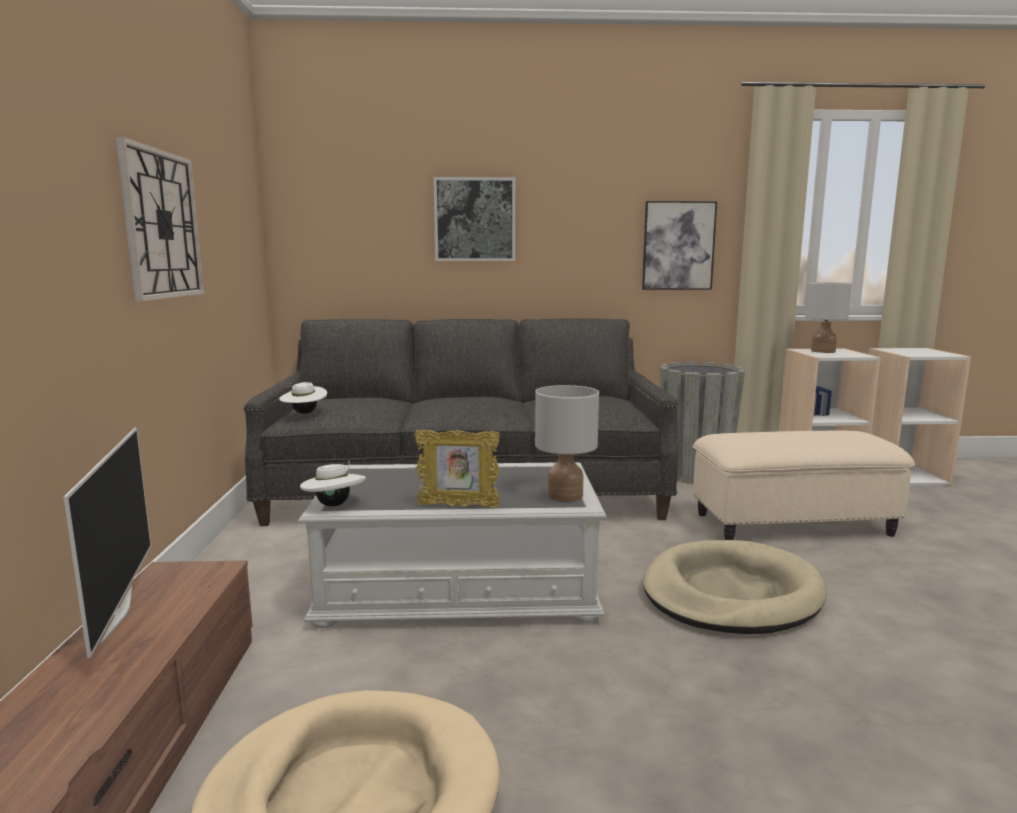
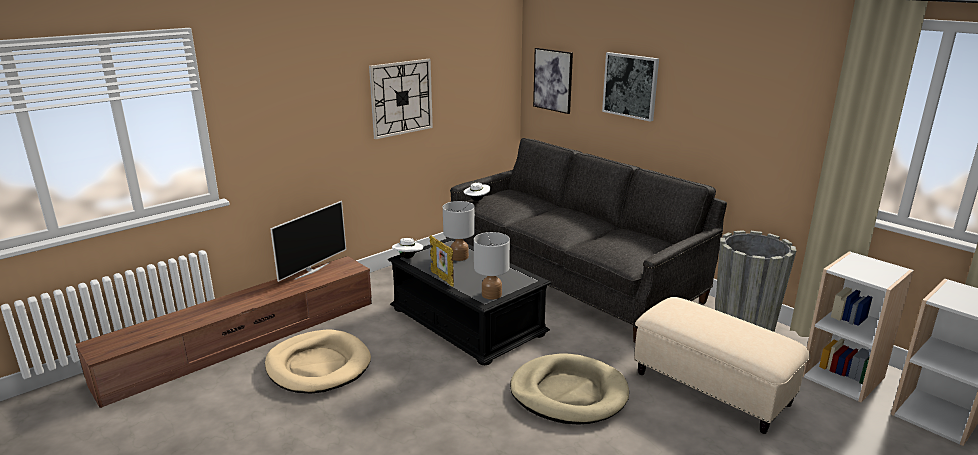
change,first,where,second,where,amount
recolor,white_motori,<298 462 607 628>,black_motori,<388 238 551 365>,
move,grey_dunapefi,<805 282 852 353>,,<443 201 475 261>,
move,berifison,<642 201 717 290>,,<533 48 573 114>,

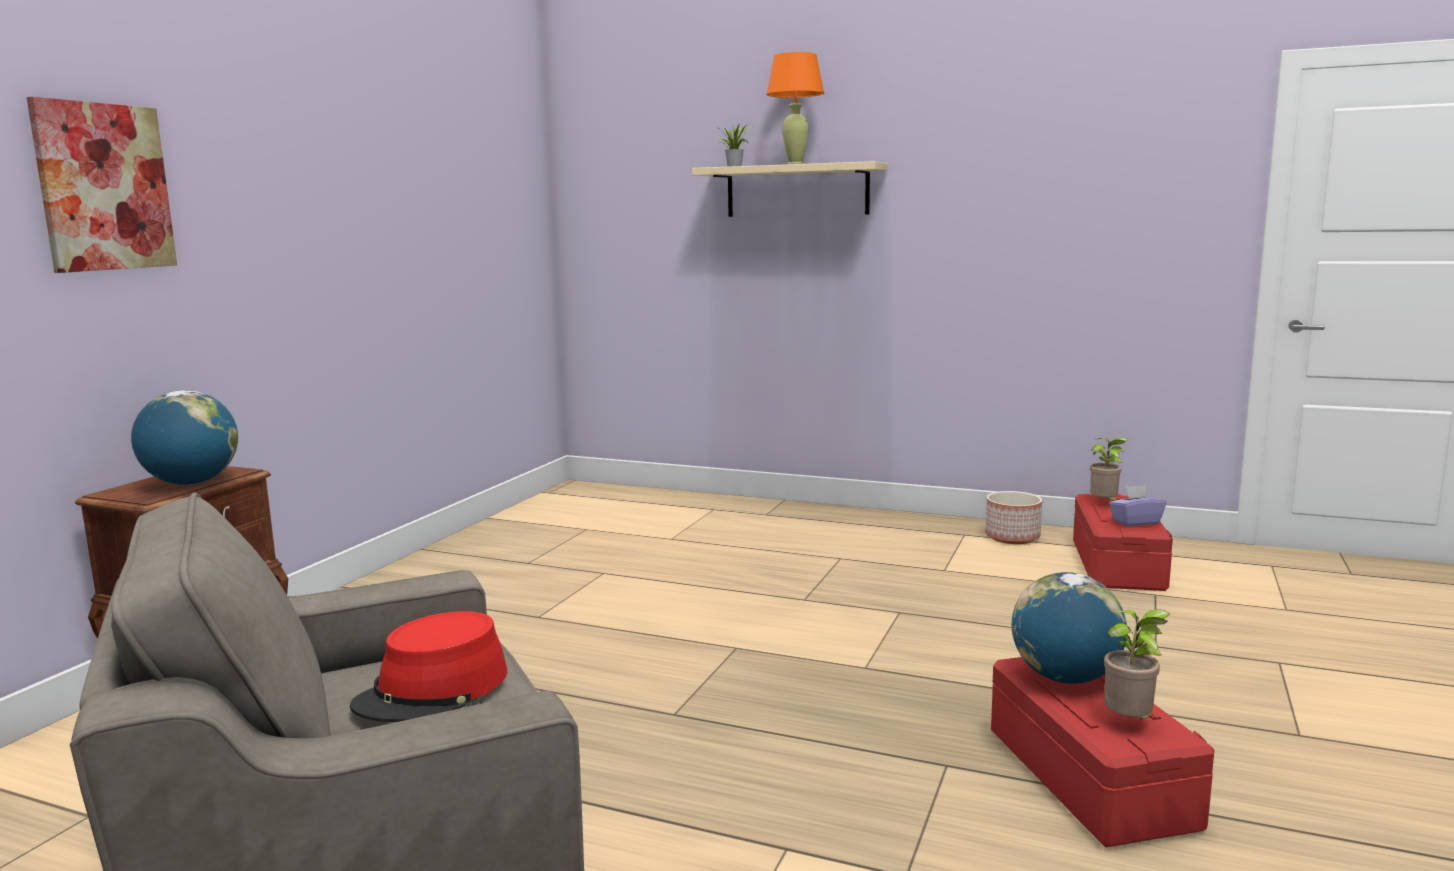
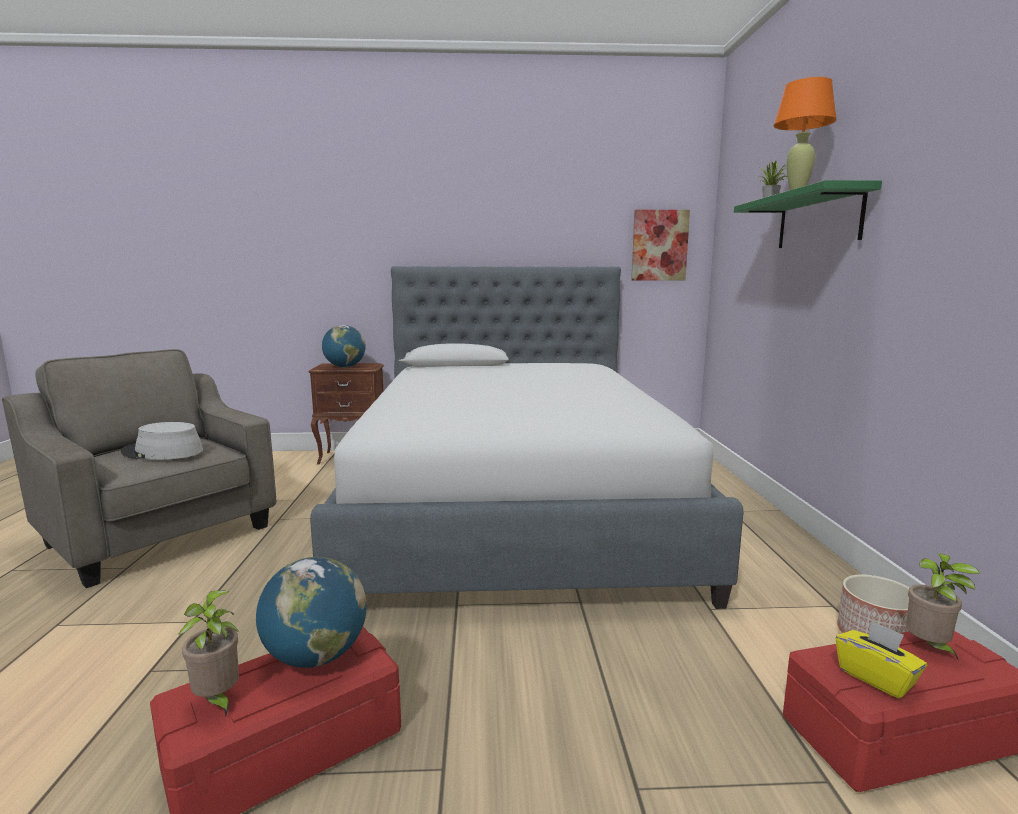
change,first,where,second,where,amount
recolor,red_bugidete,<350 611 507 722>,grey_bugidete,<121 422 203 459>,
insert,,,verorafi,<310 266 743 609>,
move,berifison,<27 97 177 273>,,<631 210 690 280>,
recolor,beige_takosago,<692 161 888 217>,green_takosago,<734 180 882 248>,
recolor,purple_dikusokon,<1109 485 1166 526>,yellow_dikusokon,<835 620 927 699>,

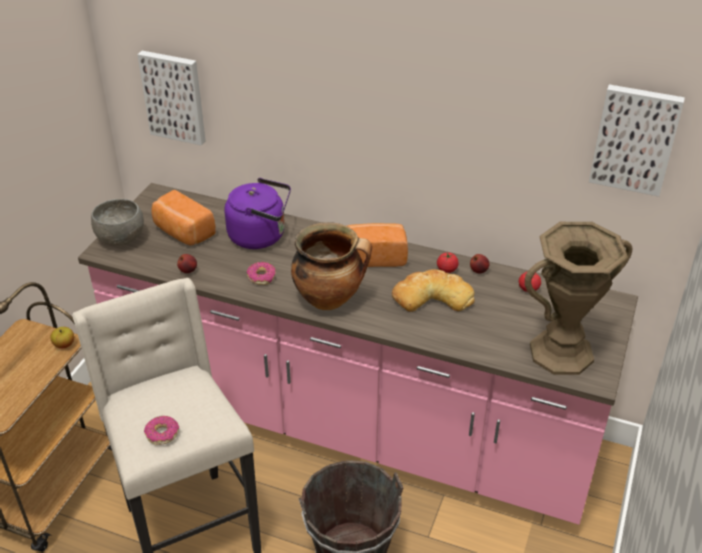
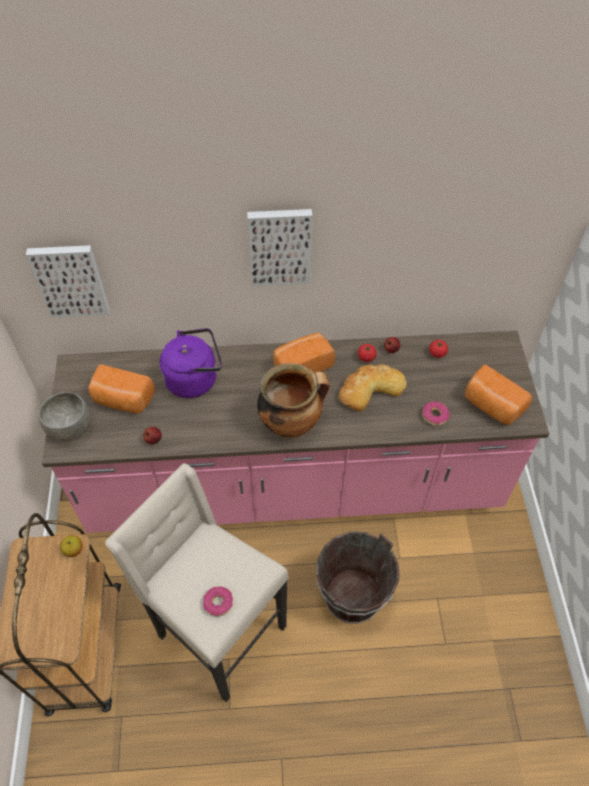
change,first,where,second,where,amount
move,berifison,<589 84 685 197>,,<247 209 312 286>,
move,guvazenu,<247 262 276 285>,,<423 402 450 425>,
replace,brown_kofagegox,<525 222 632 375>,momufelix,<465 365 532 425>,

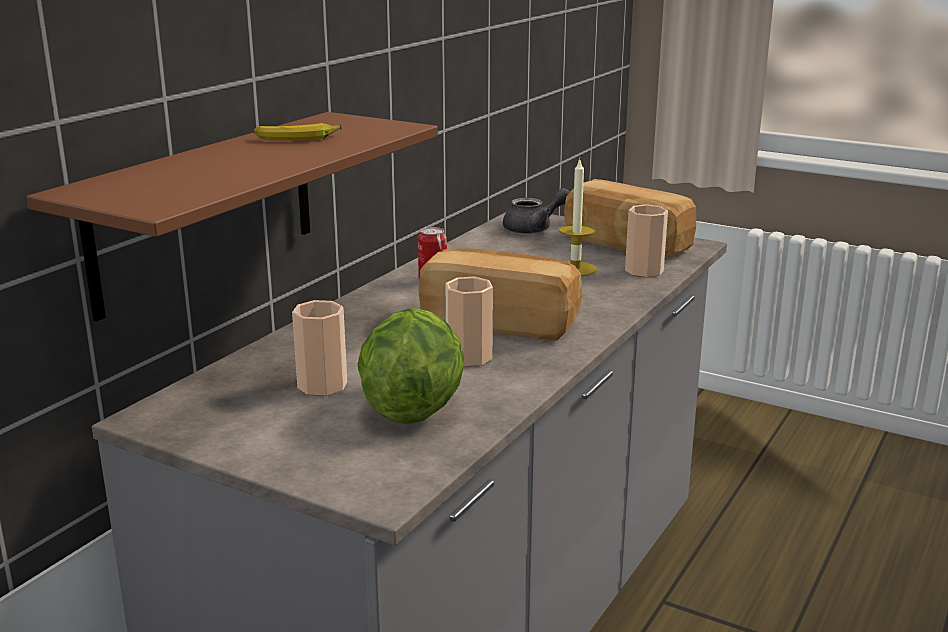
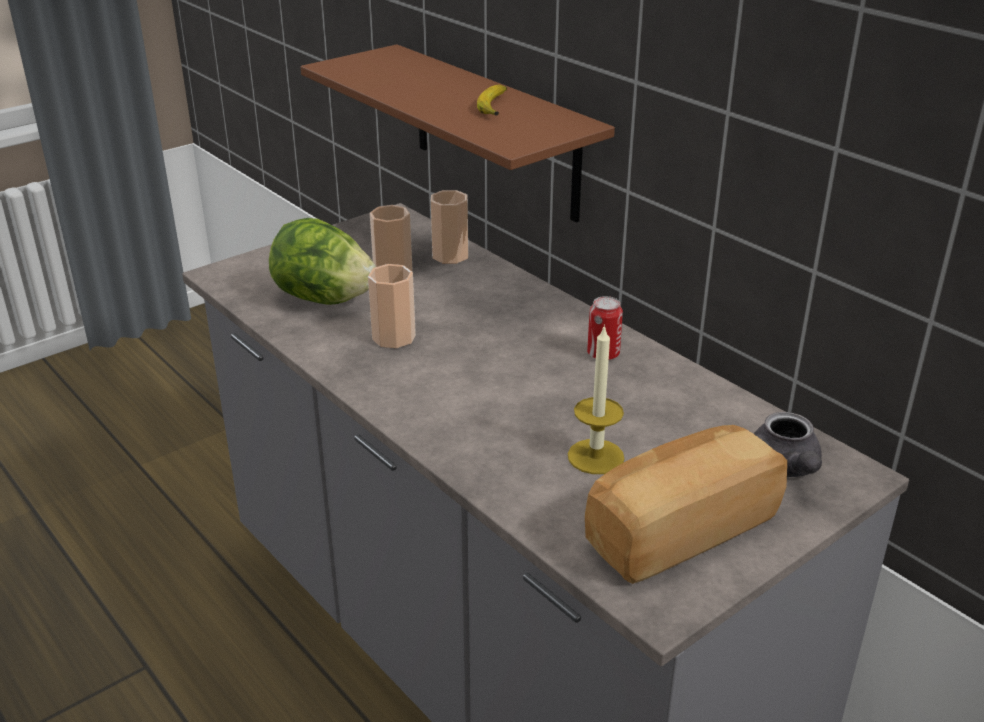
change,first,where,second,where,amount
move,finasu,<625 204 668 277>,,<431 190 468 264>,
delete,momufelix,<418 248 582 340>,,,

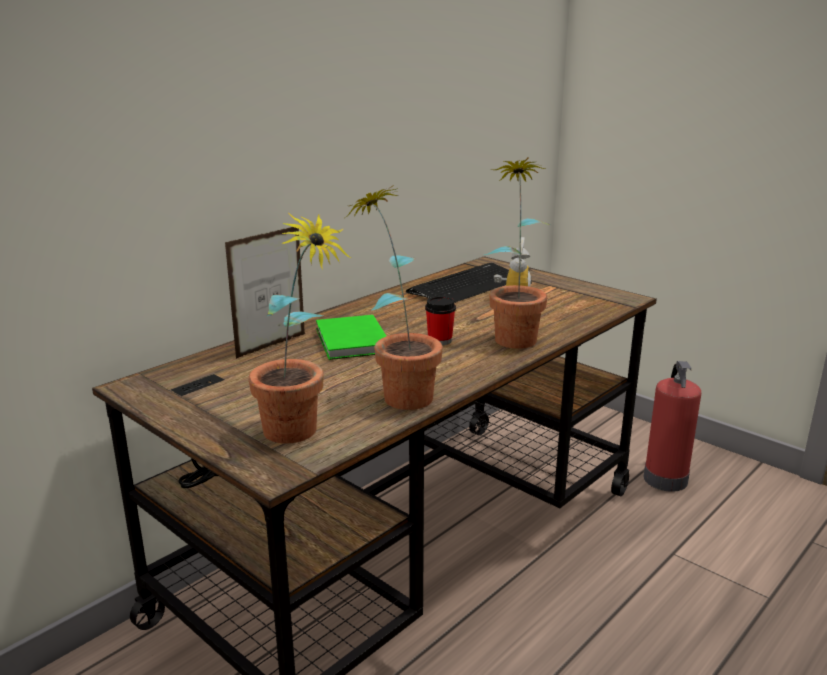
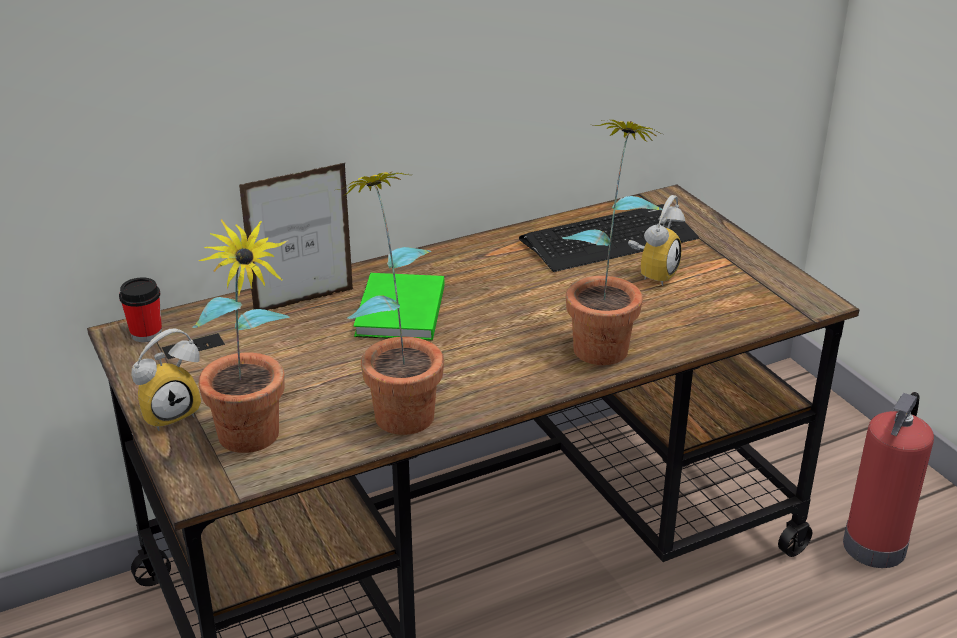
change,first,where,second,where,amount
move,finasu,<425 296 456 345>,,<119 277 162 342>,
insert,,,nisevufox,<131 328 201 431>,

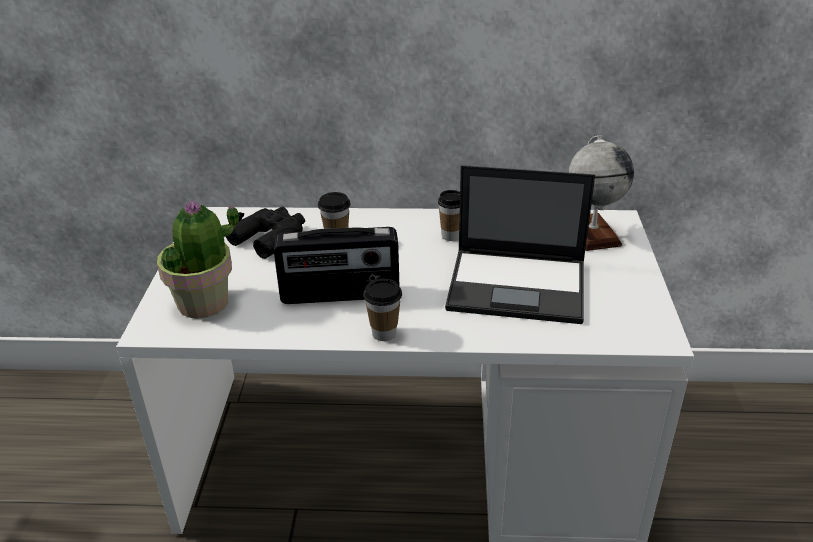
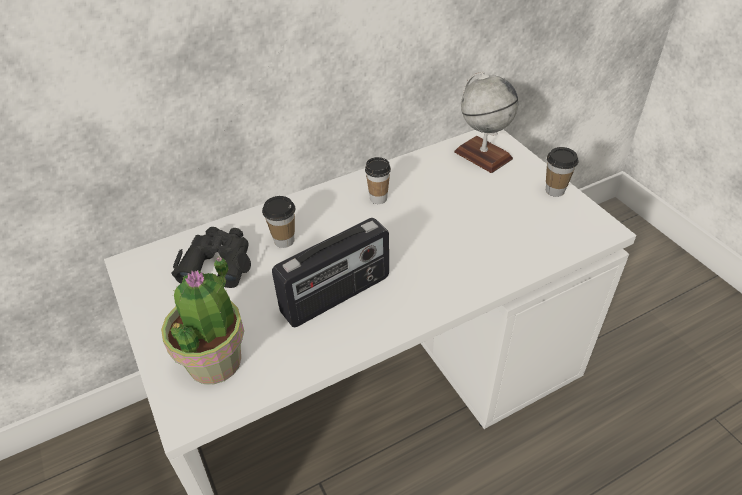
change,first,where,second,where,amount
move,finasu,<363 278 402 341>,,<546 147 578 197>,
delete,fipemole,<445 165 595 324>,,,

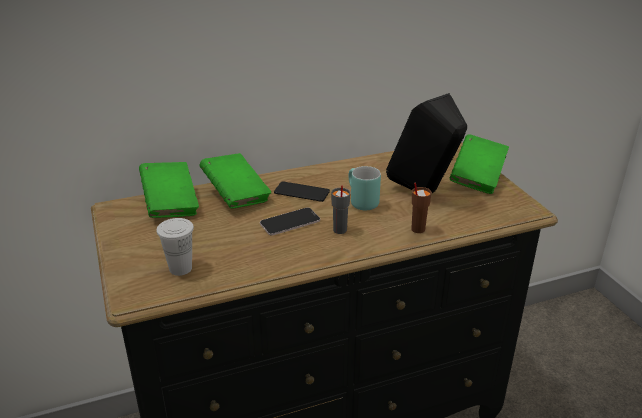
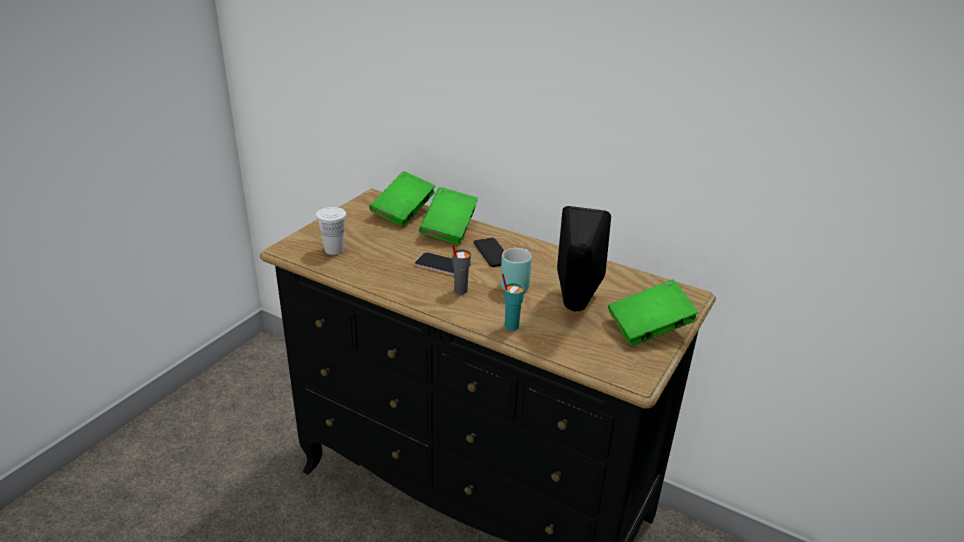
change,first,where,second,where,amount
recolor,brown_finasu,<411 183 432 233>,turquoise_finasu,<502 273 525 331>,

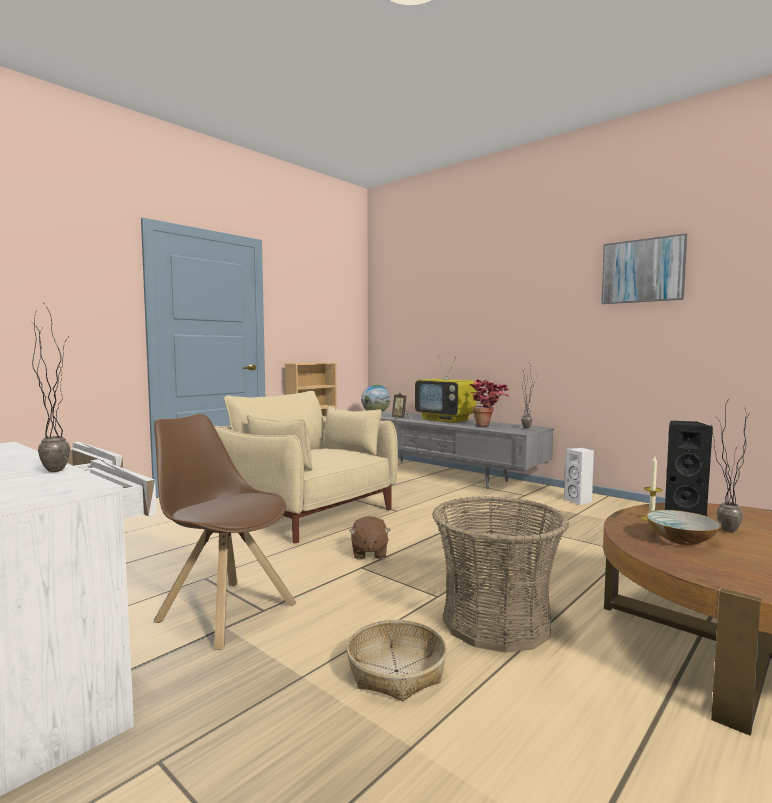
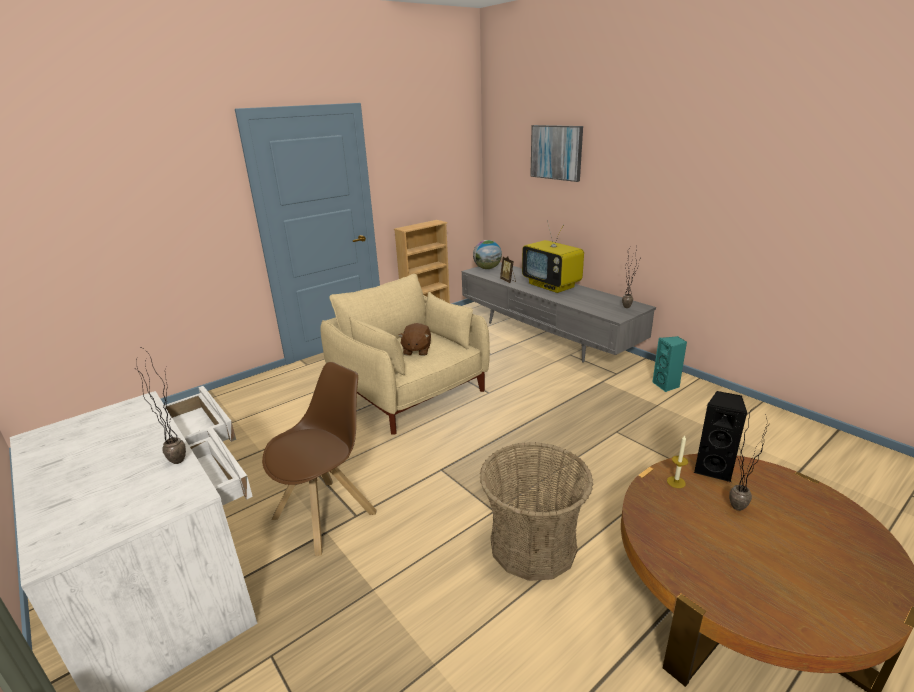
change,first,where,second,where,amount
rotate,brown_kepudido,<153 414 296 650>,,<262 362 377 556>,90 degrees clockwise
move,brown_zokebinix,<349 516 390 560>,,<398 323 431 356>,
move,berifison,<601 233 687 304>,,<530 125 583 182>,
recolor,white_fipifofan,<564 448 594 505>,turquoise_fipifofan,<652 336 687 392>,
delete,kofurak,<346 620 447 701>,,,
delete,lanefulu,<470 379 509 426>,,,
delete,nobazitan,<646 510 721 545>,,,

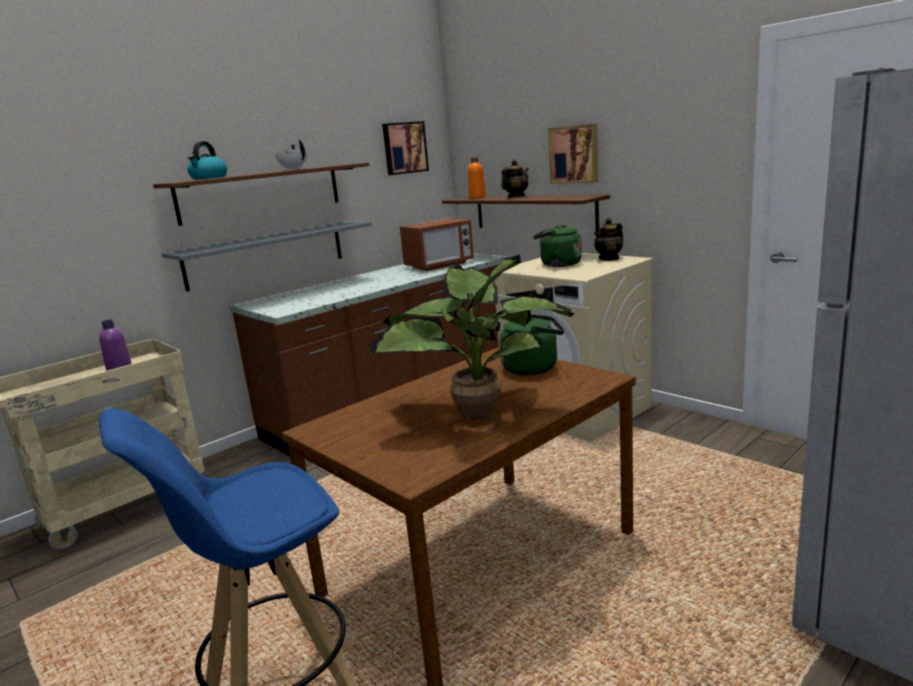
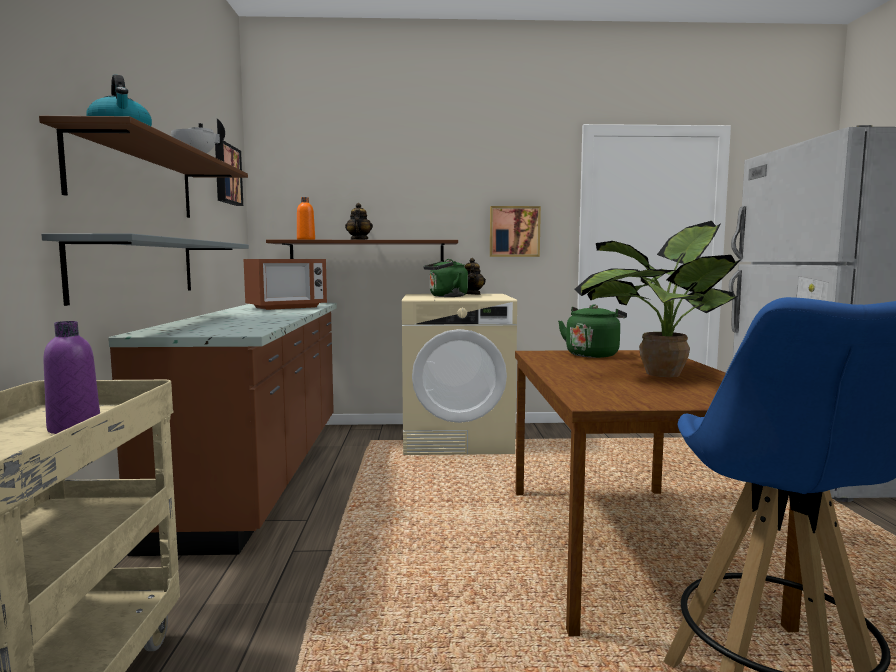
change,first,where,second,where,amount
rotate,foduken,<400 218 474 271>,,<244 259 327 310>,45 degrees clockwise
move,berifison,<548 124 598 184>,,<490 206 541 257>,

